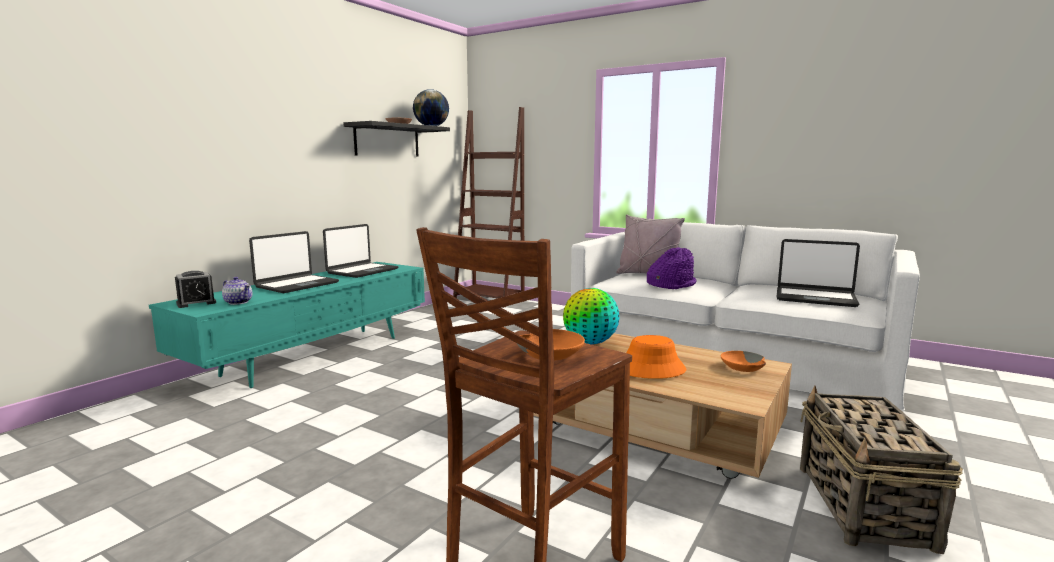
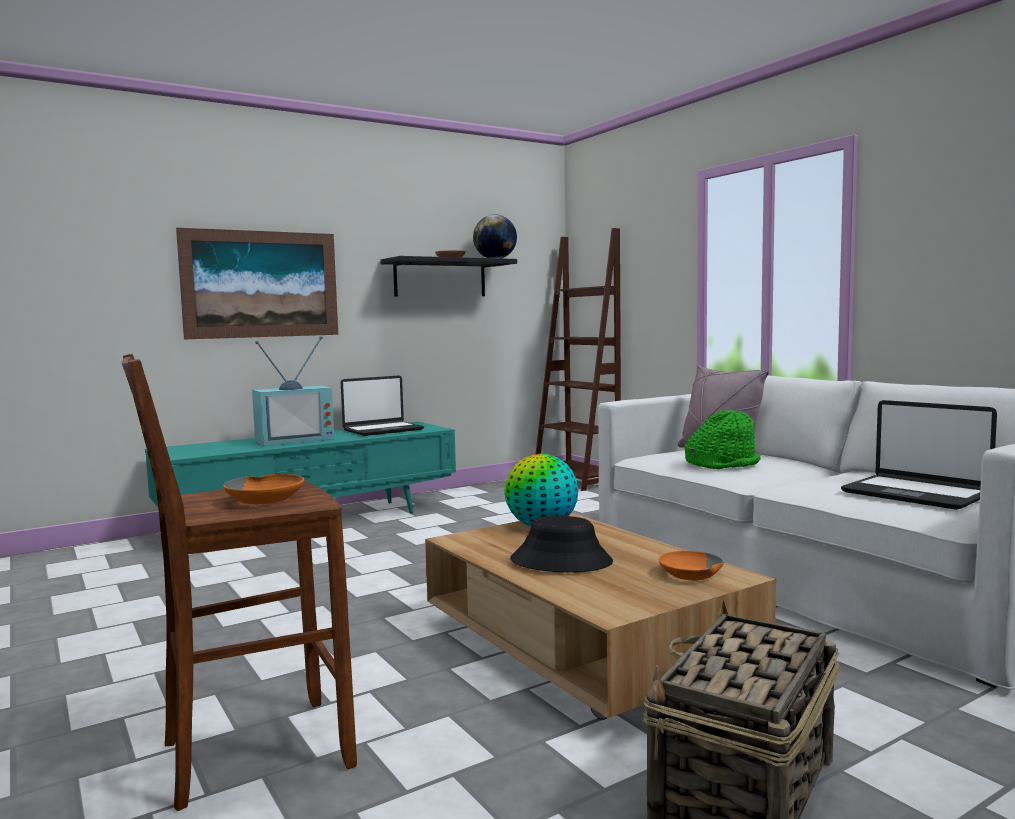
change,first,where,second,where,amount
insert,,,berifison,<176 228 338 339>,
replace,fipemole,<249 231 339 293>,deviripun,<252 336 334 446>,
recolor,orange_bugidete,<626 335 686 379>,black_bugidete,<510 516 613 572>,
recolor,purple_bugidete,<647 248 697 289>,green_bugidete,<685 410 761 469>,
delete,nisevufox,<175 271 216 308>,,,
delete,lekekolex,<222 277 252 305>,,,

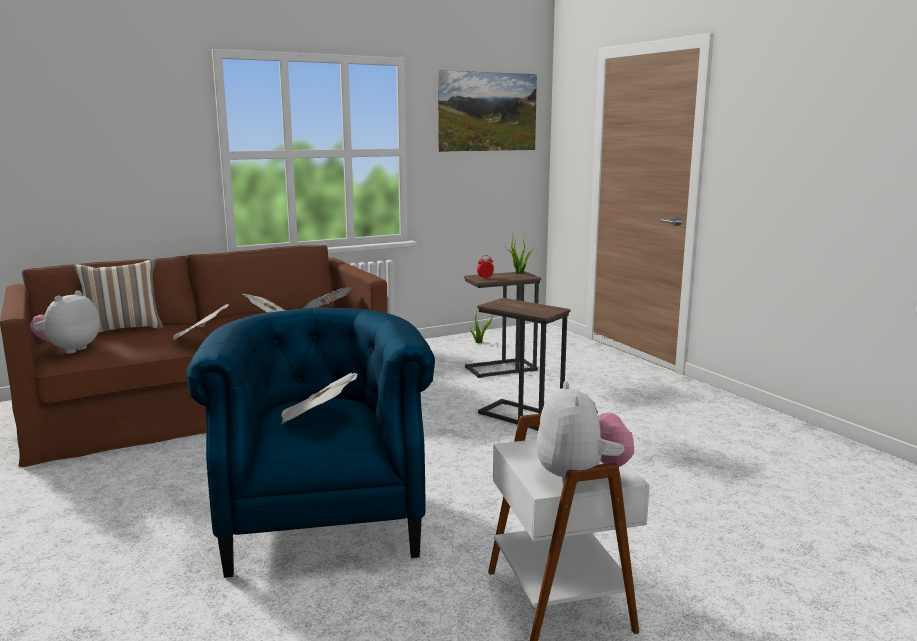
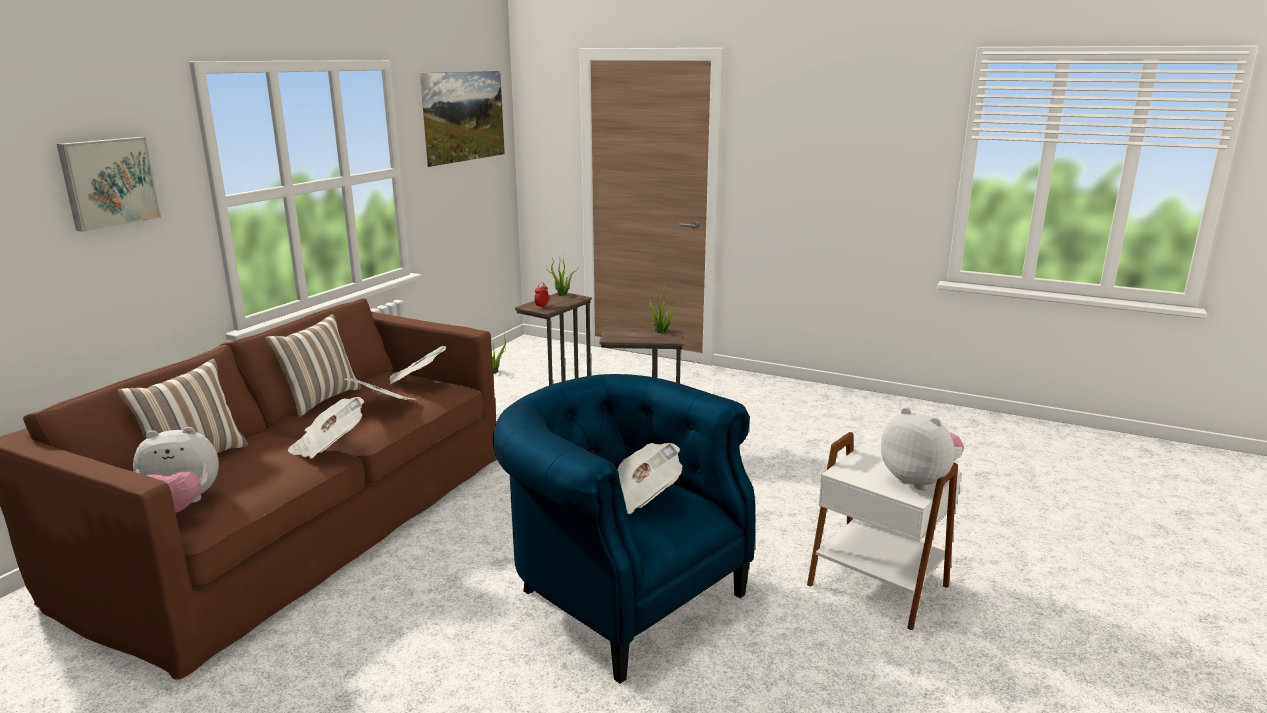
change,first,where,second,where,amount
insert,,,berifison,<57 137 161 232>,
rotate,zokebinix,<30 291 100 354>,,<133 427 219 513>,90 degrees counterclockwise
insert,,,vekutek,<266 314 361 417>,
insert,,,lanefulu,<644 284 681 333>,

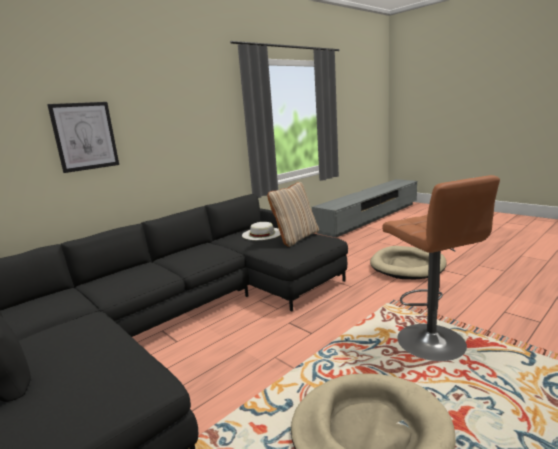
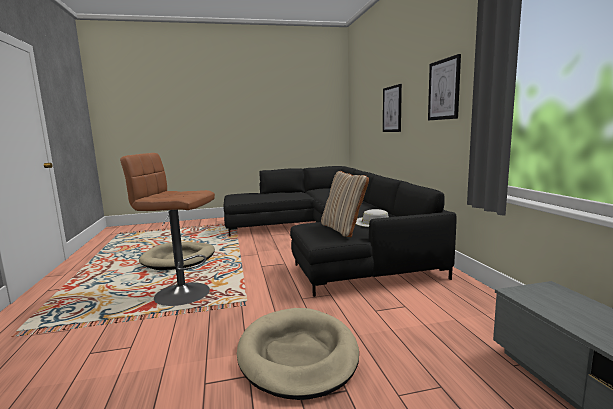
change,first,where,second,where,amount
insert,,,berifison,<428 54 461 120>,

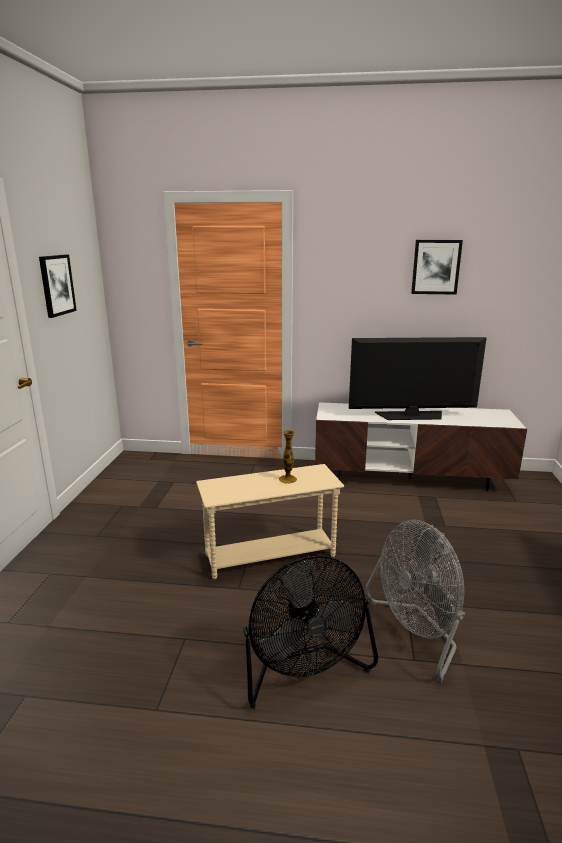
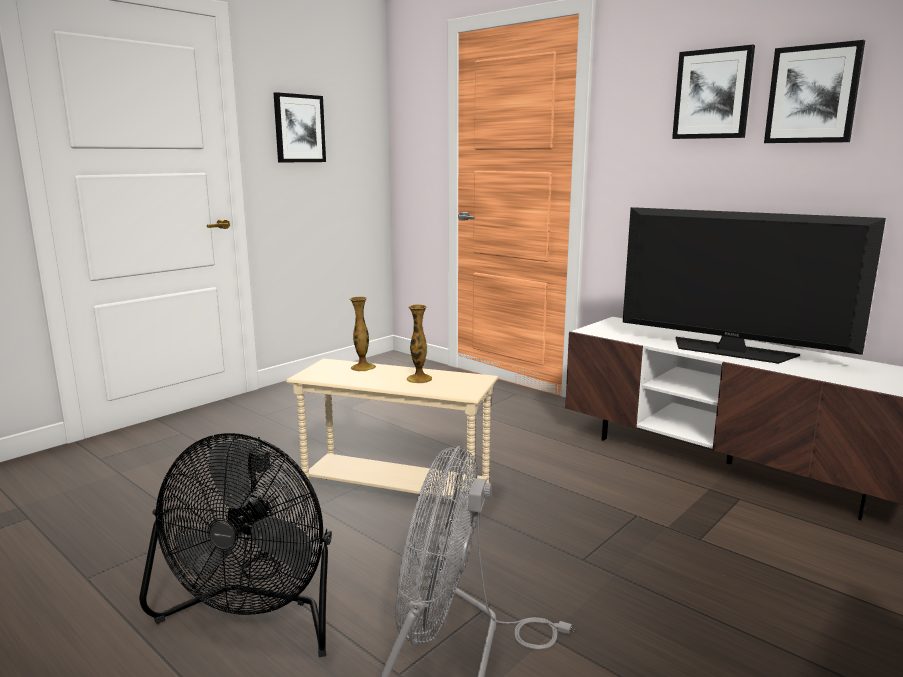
change,first,where,second,where,amount
insert,,,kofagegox,<350 296 376 371>,
insert,,,berifison,<672 45 755 139>,

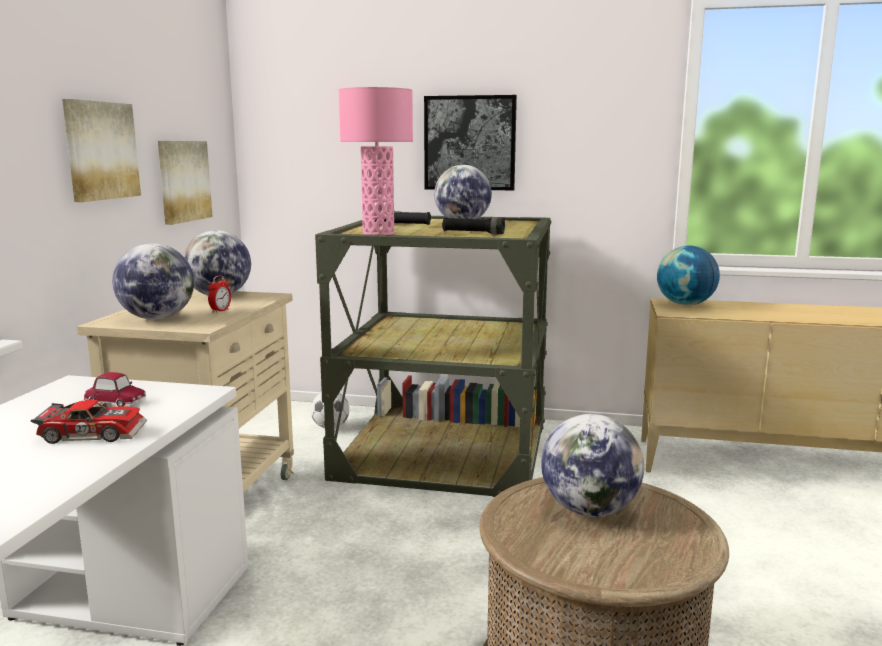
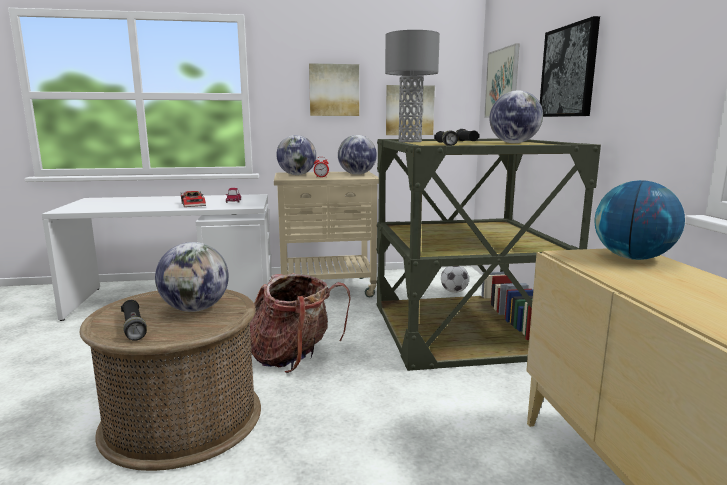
change,first,where,second,where,amount
insert,,,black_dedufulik,<121 300 147 341>,
insert,,,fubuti,<250 273 350 373>,
recolor,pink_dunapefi,<339 87 413 235>,grey_dunapefi,<385 30 440 142>,
insert,,,berifison,<484 43 520 118>,

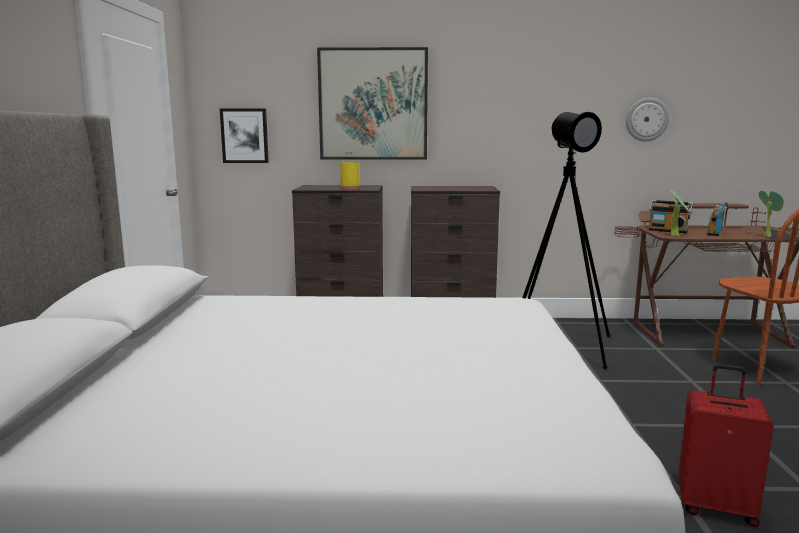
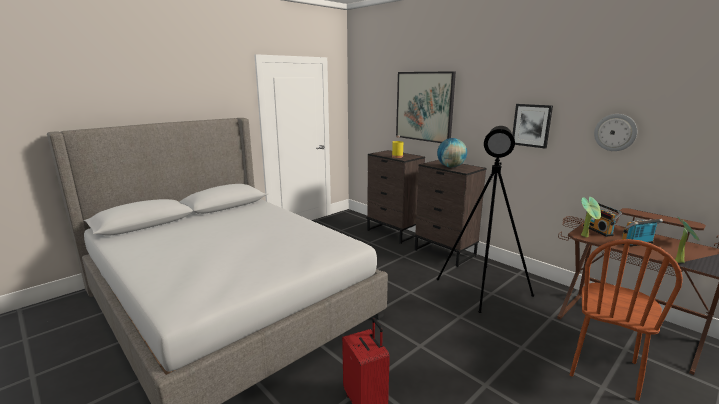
change,first,where,second,where,amount
insert,,,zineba,<437 138 467 168>,
move,berifison,<220 109 269 163>,,<512 104 553 149>,

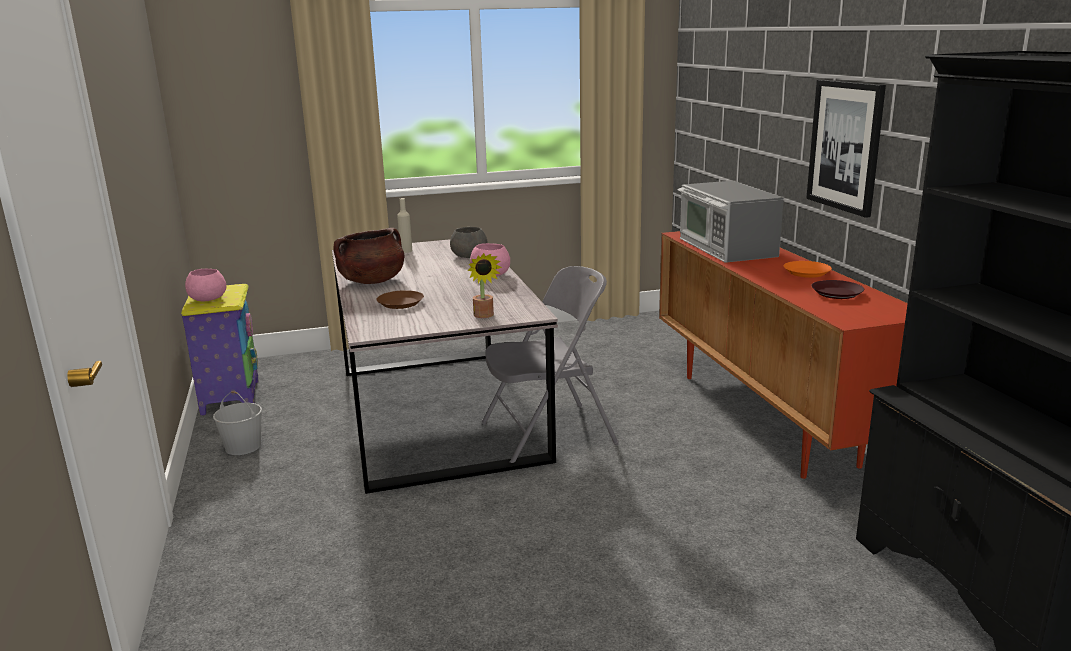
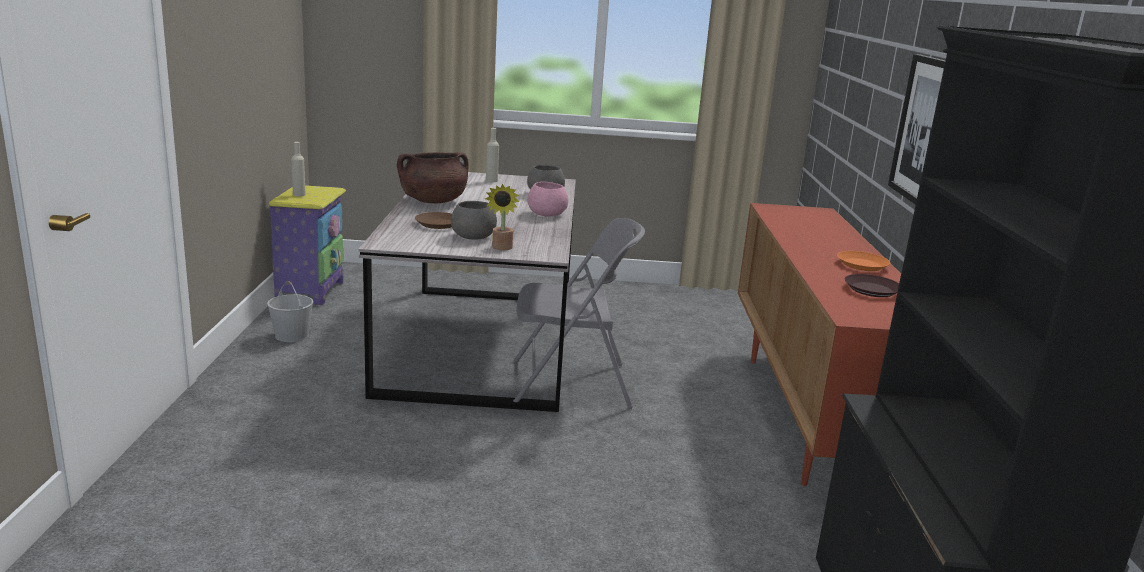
change,first,where,second,where,amount
replace,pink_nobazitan,<185 269 226 302>,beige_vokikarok,<291 142 306 197>,
insert,,,grey_nobazitan,<451 201 497 240>,
delete,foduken,<678 181 784 263>,,,

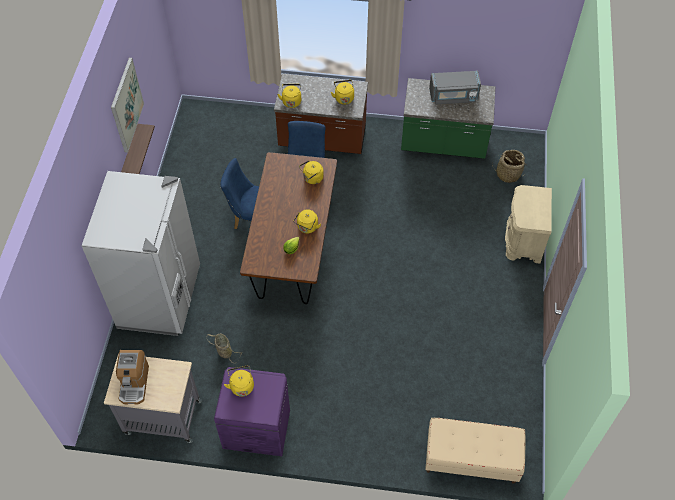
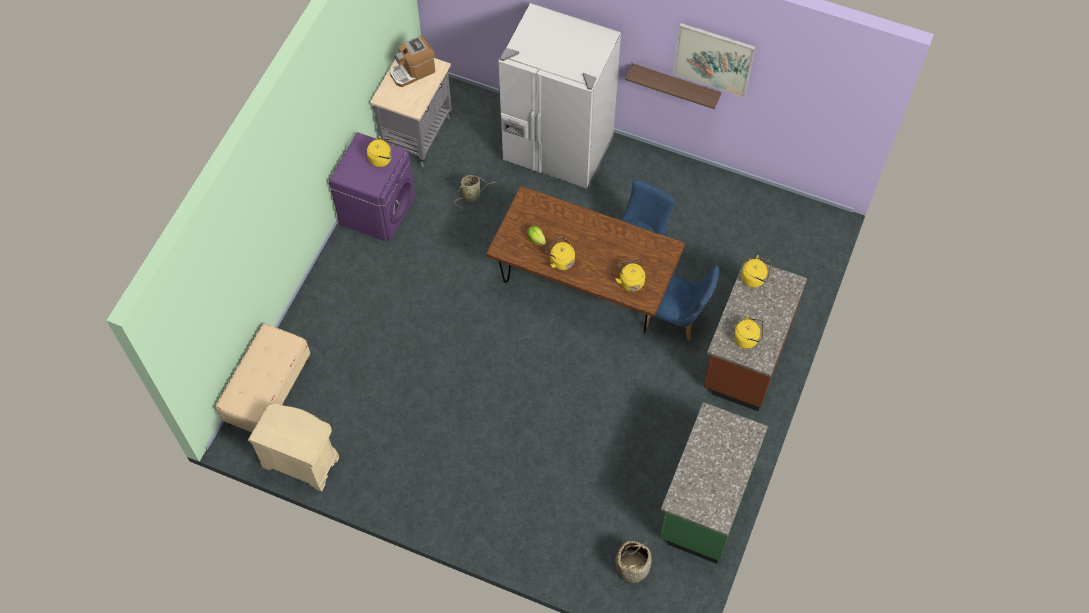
change,first,where,second,where,amount
move,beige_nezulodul,<505 185 552 264>,,<248 403 339 491>,
rotate,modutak,<116 350 149 404>,,<390 36 435 87>,45 degrees counterclockwise
delete,grey_foduken,<429 71 481 104>,,,

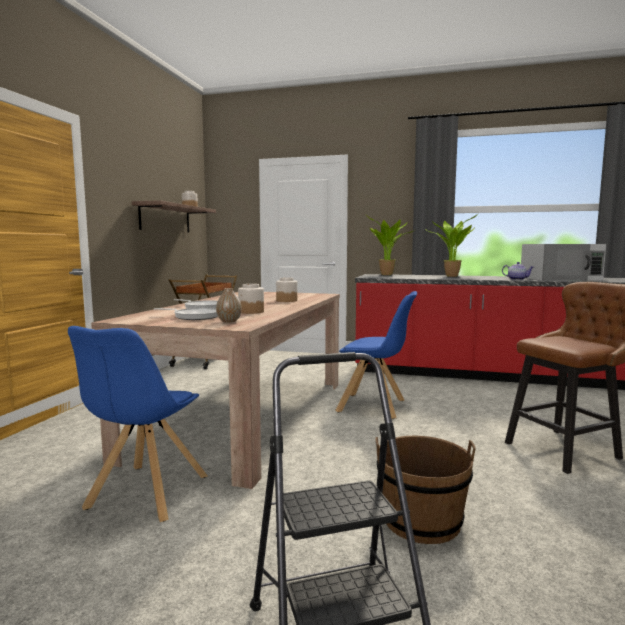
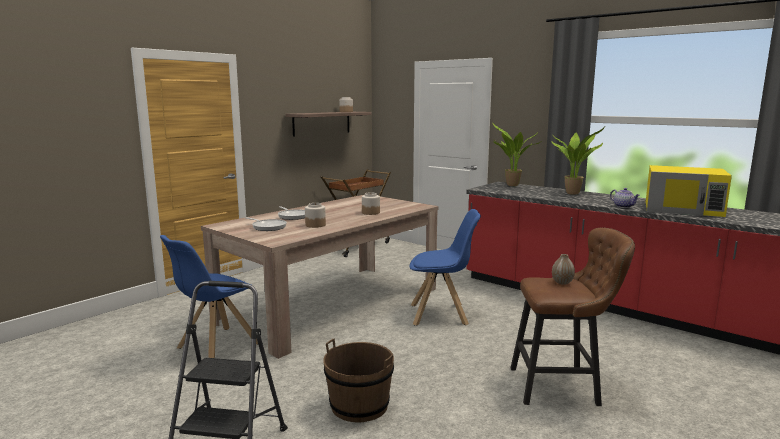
change,first,where,second,where,amount
rotate,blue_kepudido,<335 291 417 419>,,<409 209 481 326>,45 degrees counterclockwise
move,kofagegox,<216 288 242 323>,,<552 254 575 285>,
recolor,white_foduken,<521 244 606 281>,yellow_foduken,<646 165 732 217>,

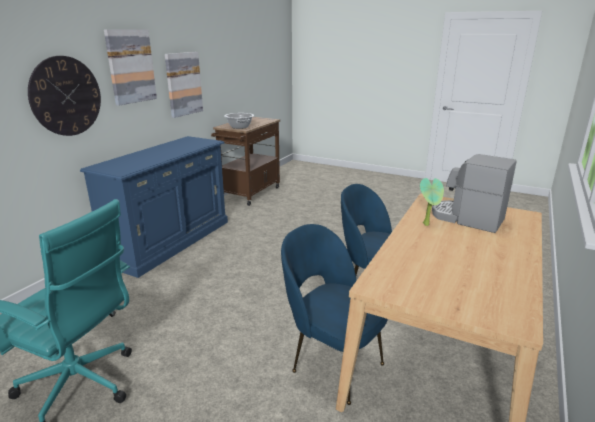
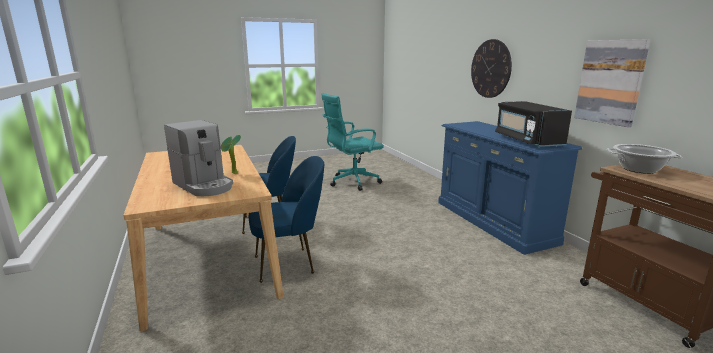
change,first,where,second,where,amount
rotate,modutak,<432 154 516 233>,,<164 120 233 196>,60 degrees clockwise
insert,,,black_foduken,<495 101 572 148>,
delete,berifison,<104 29 157 106>,,,

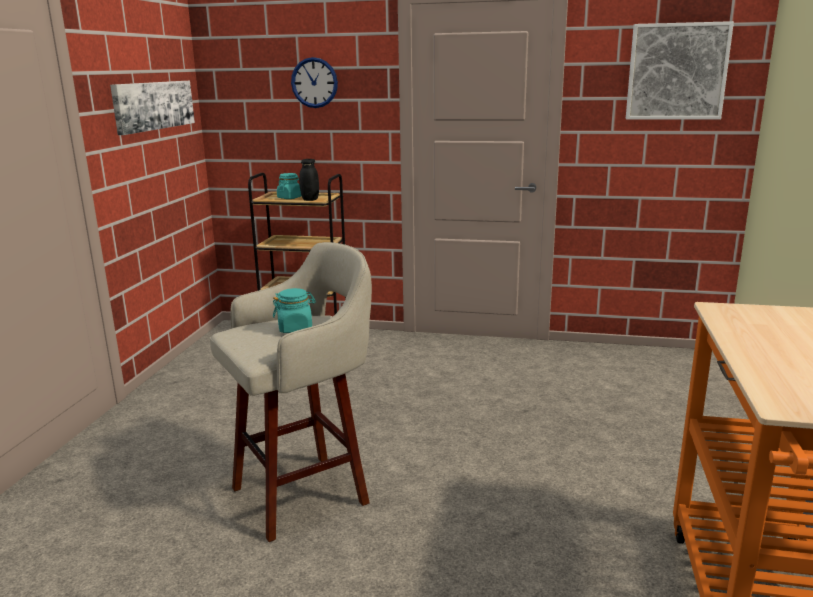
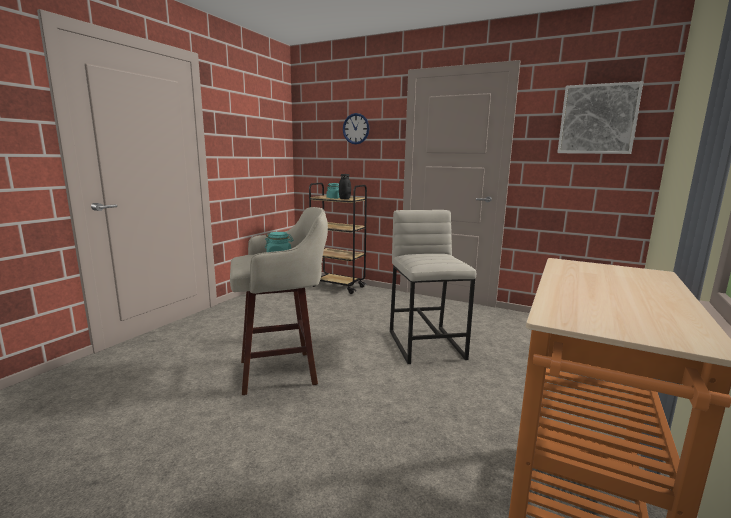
change,first,where,second,where,amount
insert,,,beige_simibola,<390 210 476 364>,
delete,berifison,<110 81 195 135>,,,

